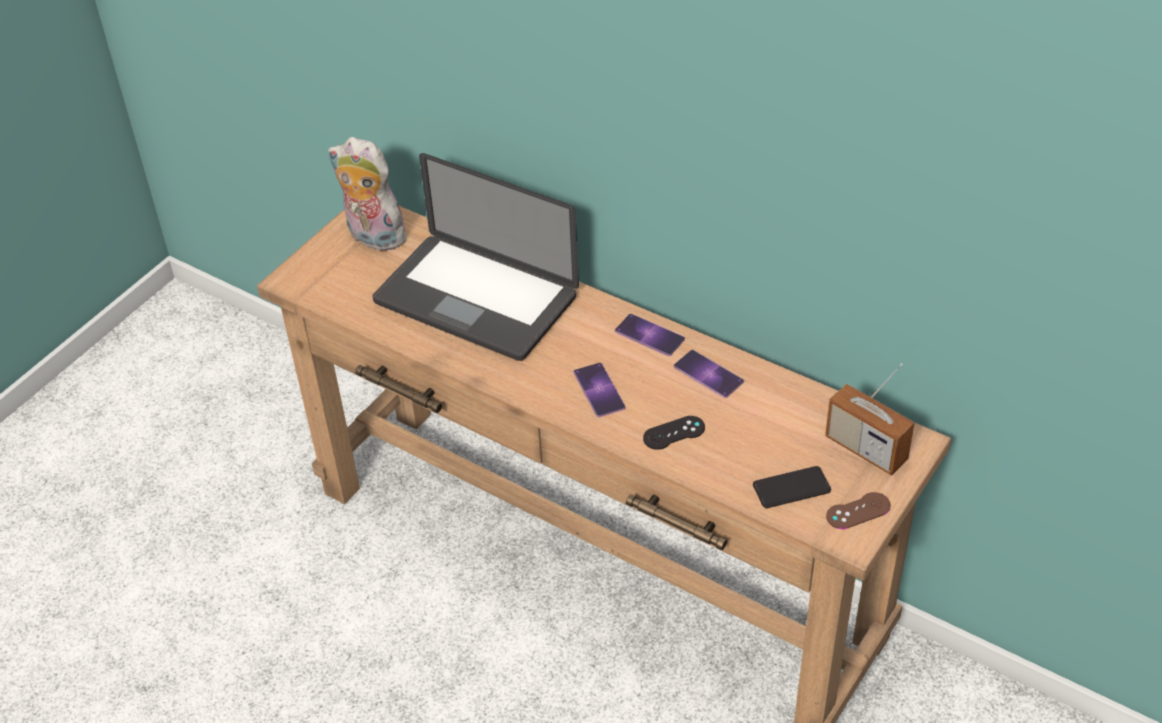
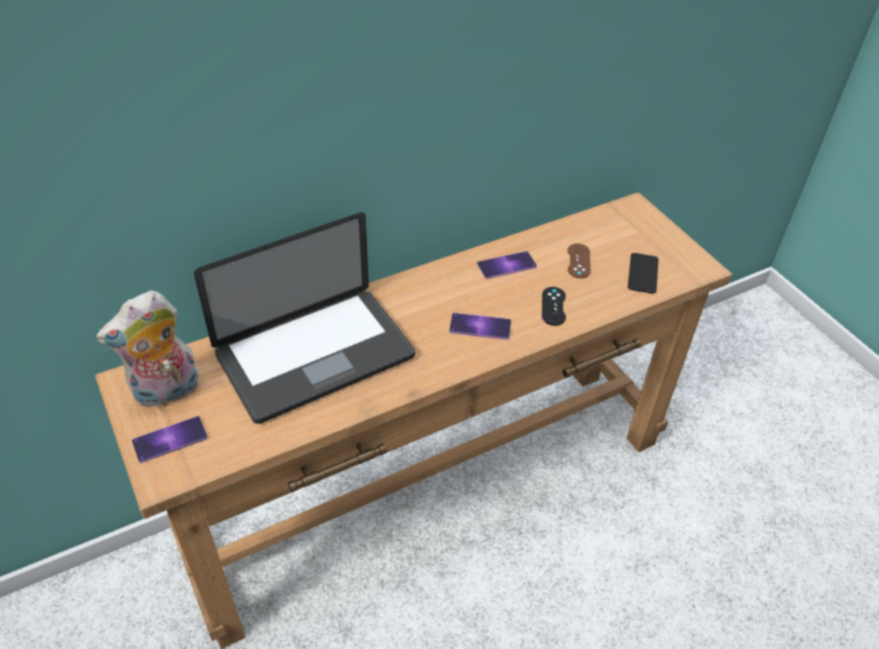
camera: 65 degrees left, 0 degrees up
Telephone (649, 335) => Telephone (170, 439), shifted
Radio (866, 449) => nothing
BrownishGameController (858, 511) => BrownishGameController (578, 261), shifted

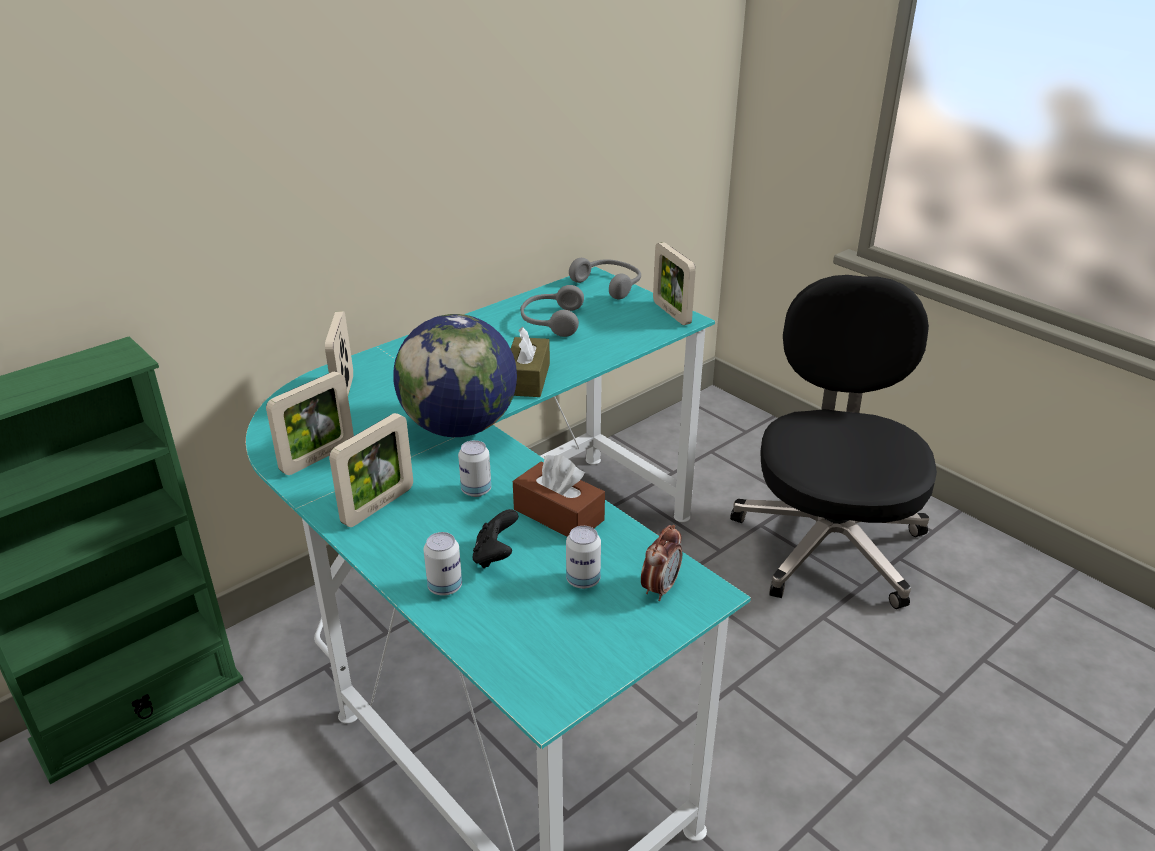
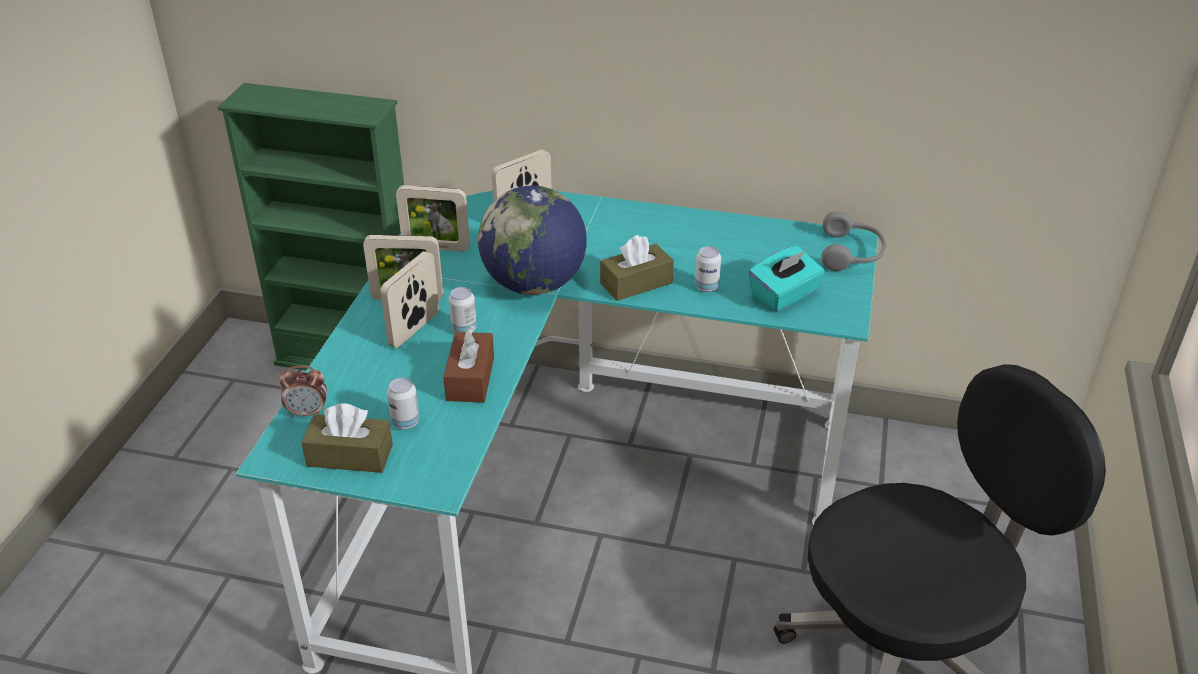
camera: 55 degrees right, 5 degrees up
MetalCan (445, 587) => MetalCan (706, 287), shifted
BlackishGameController (495, 556) => nothing
GreyishPairOfHeadphones (551, 321) => nothing
BedsideClock (660, 588) => BedsideClock (308, 412), shifted
PhotoFrame (671, 313) => PhotoFrame (414, 329), shifted
nothing => BrownishTissueHolder (350, 455)
nothing => TurquoiseTissueHolder (784, 296)

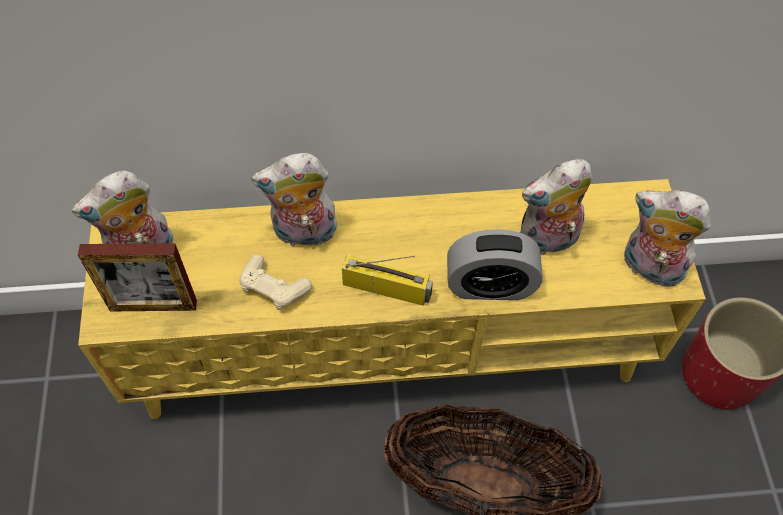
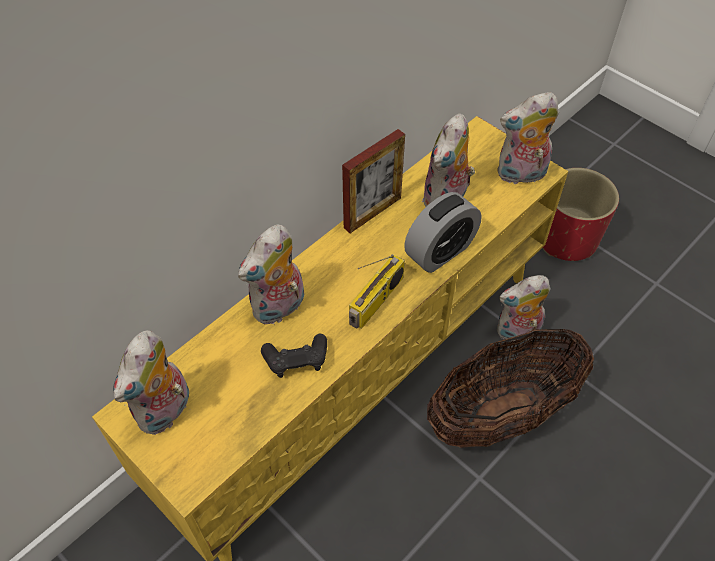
camera: 40 degrees left, 5 degrees down
PhotoFrame (153, 305) => PhotoFrame (372, 213), shifted
BeigeGameController (273, 288) => BlackishGameController (296, 360)
Radio (387, 288) => Radio (376, 301), 150 degrees clockwise
nothing => CuddlyToy (517, 332)

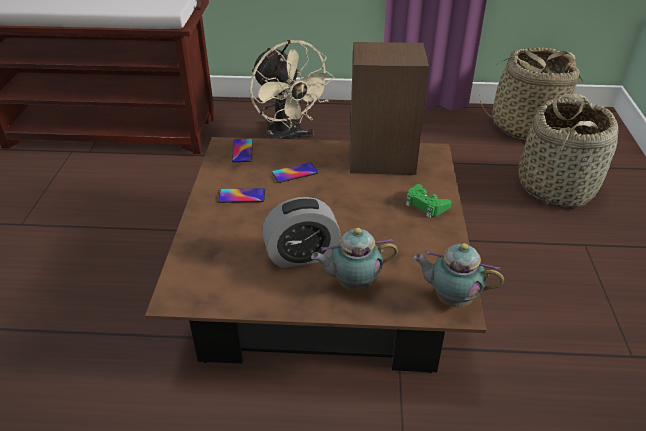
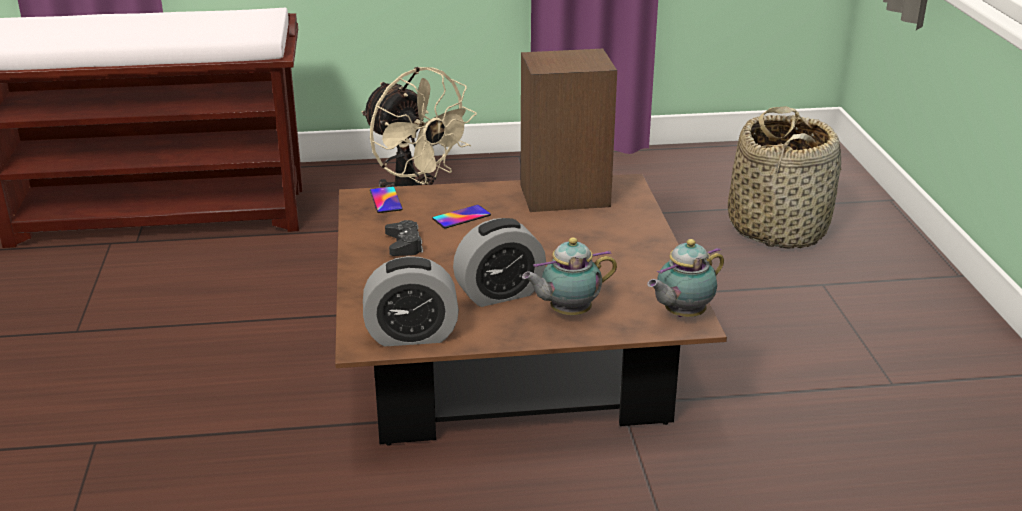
camera: 10 degrees left, 10 degrees down
Telephone (242, 196) => BlackishGameController (404, 245)
GreenishGameController (425, 205) => nothing
Teapot (450, 298) => Teapot (682, 315), 45 degrees counterclockwise
HouseholdBasket (524, 126) => nothing
nothing => BedsideClock (411, 335)

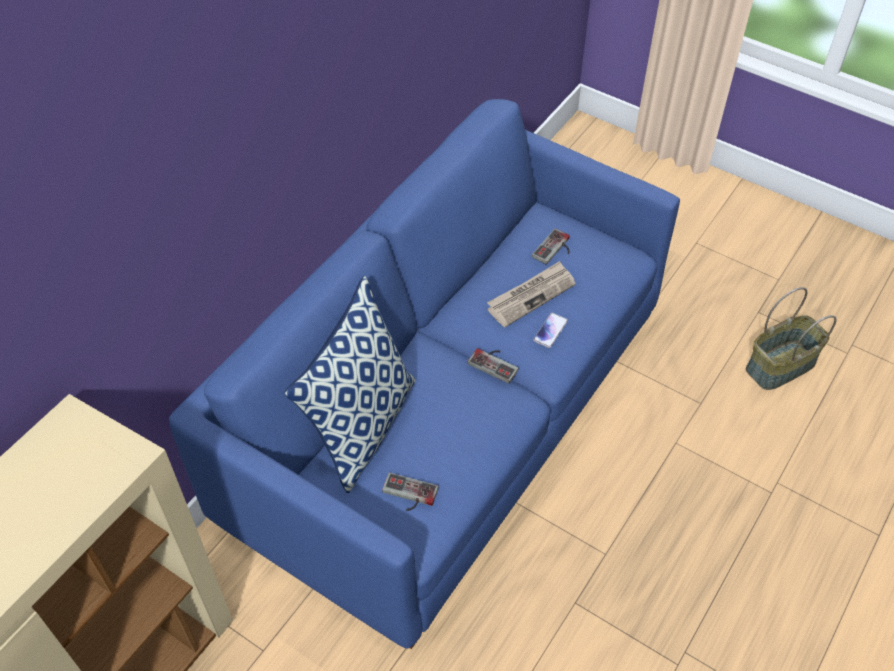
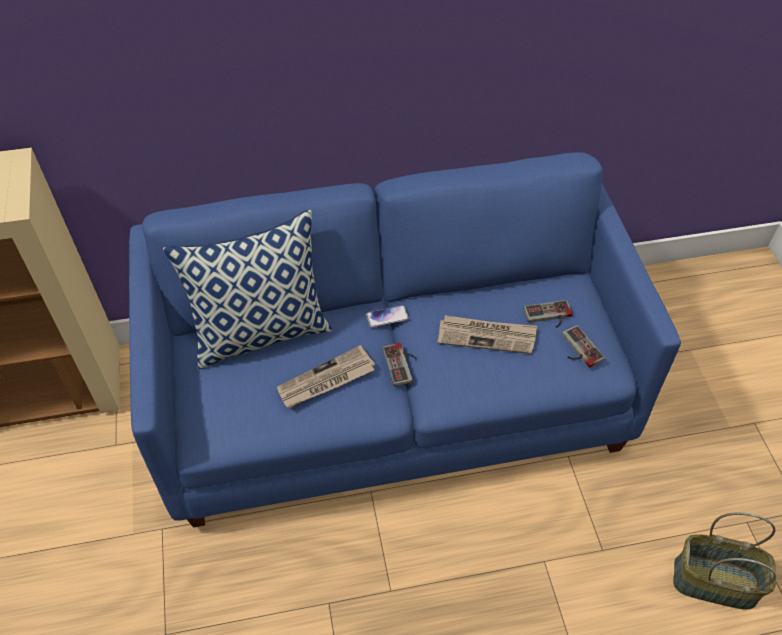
camera: 45 degrees right, 0 degrees up
GameController (408, 495) => GameController (577, 349), shifted
Telephone (550, 331) => Telephone (387, 317), shifted
nothing => DailyPaper (326, 380)

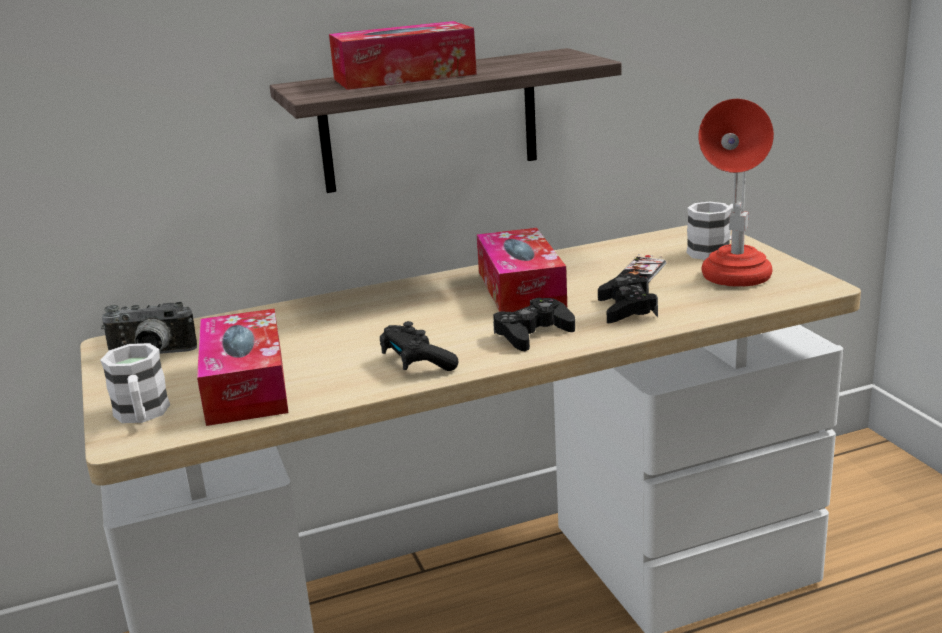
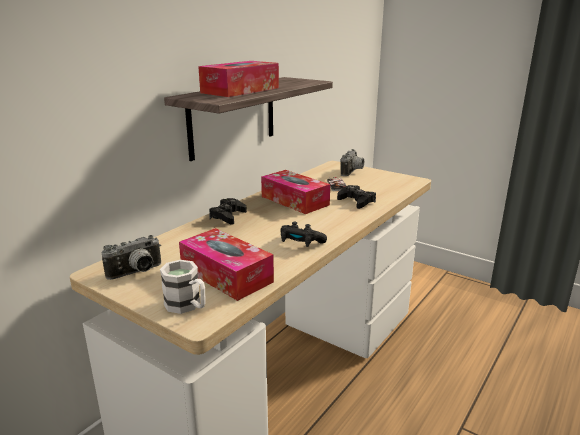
camera: 35 degrees left, 0 degrees up
BlackishGameController (532, 333) => BlackishGameController (228, 216), shifted
WhiteColouredTeaMug (715, 250) => StillCamera (353, 172)
RedTableLamp (734, 283) => nothing

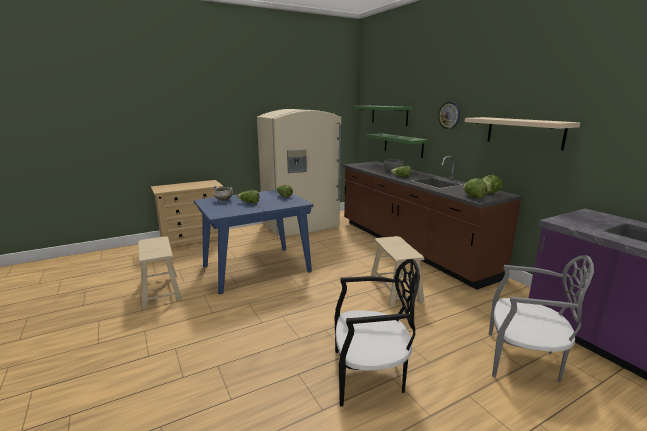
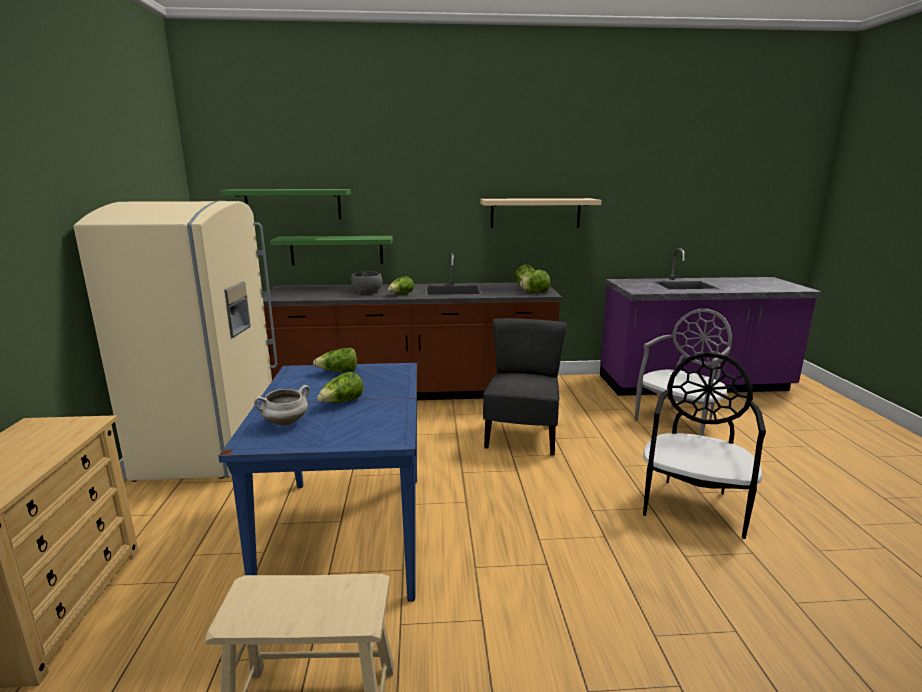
camera: 65 degrees left, 0 degrees up
BeigeSittingStool (395, 290) => GreyishChair (522, 436)
ClockOnTheWall (449, 115) => nothing

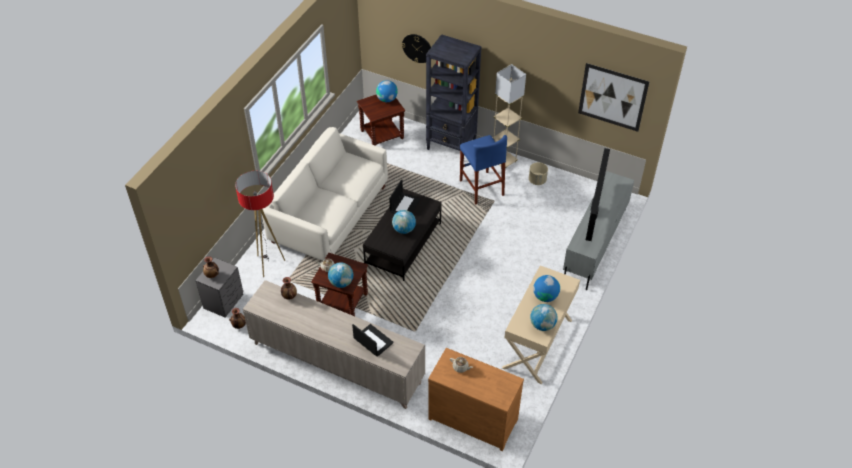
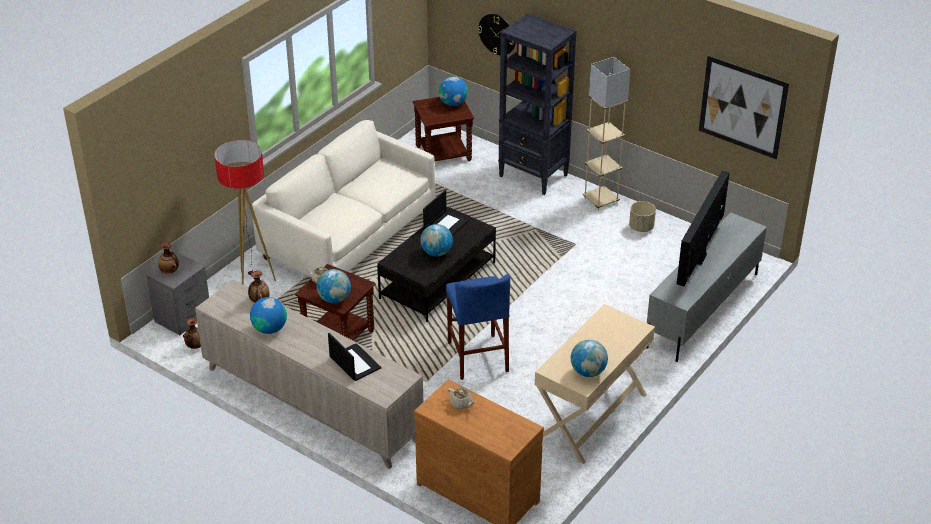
camera: 10 degrees right, 10 degrees down
BlueColouredSittingStool (481, 187) => BlueColouredSittingStool (477, 356), shifted
WorldGlobe (545, 296) => WorldGlobe (269, 328), shifted

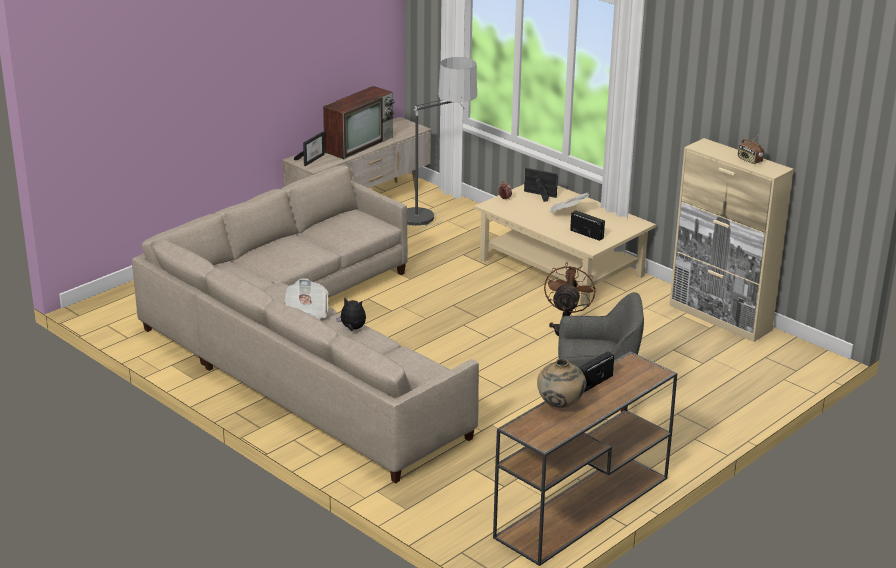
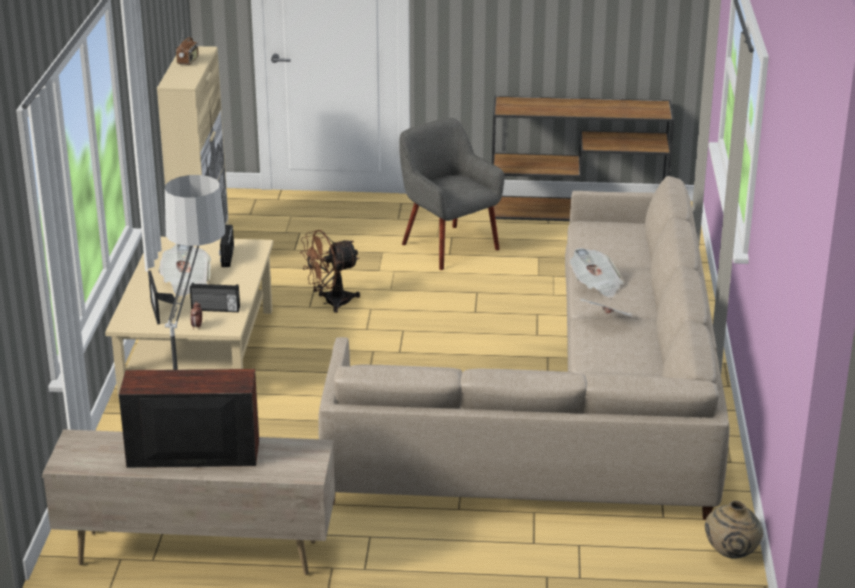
camera: 130 degrees left, 0 degrees up
PhotoFrame (311, 159) => nothing
CuddlyToy (352, 329) => DailyPaper (596, 285)
BeigeVase (560, 406) => BeigeVase (730, 554), shifted
Radio (594, 382) => Radio (215, 309), shifted

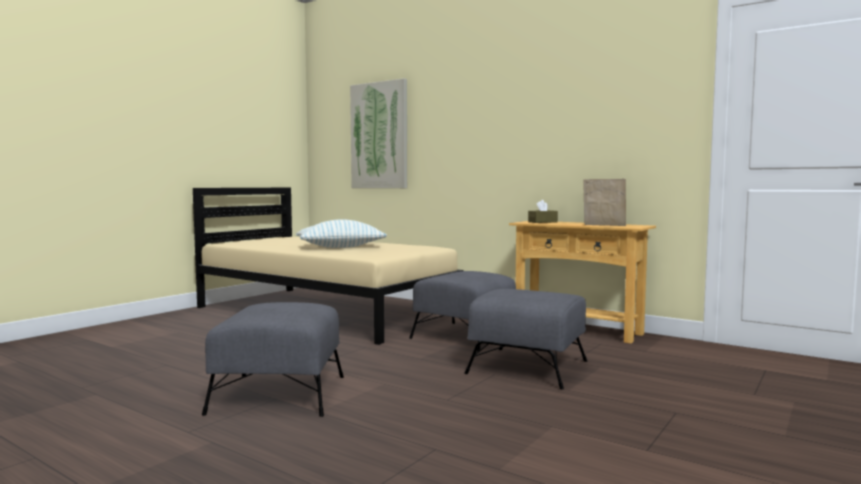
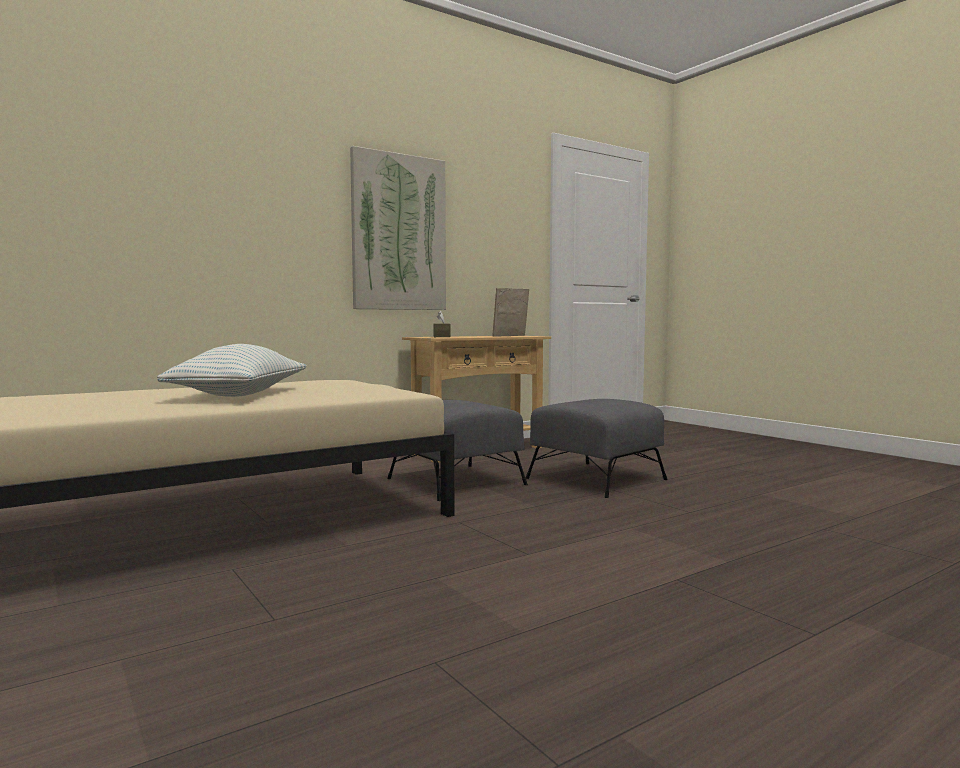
camera: 70 degrees left, 0 degrees up
GreyishOttoman (280, 394) => nothing
WallArt (379, 135) => WallArt (399, 233), shifted

